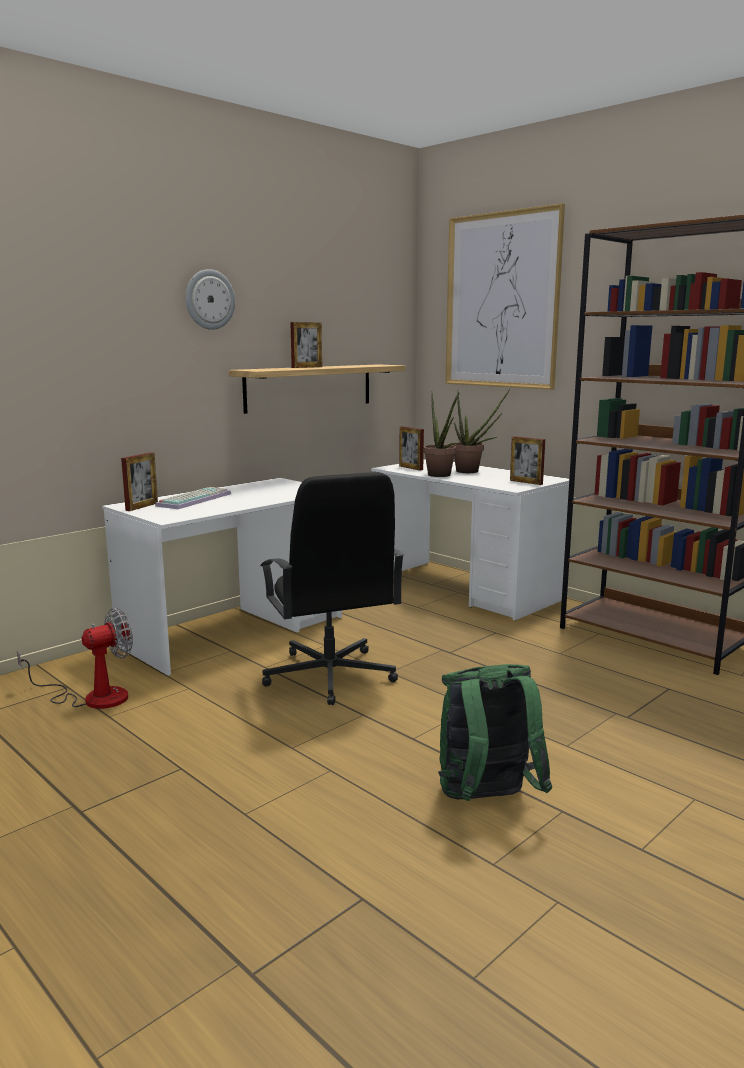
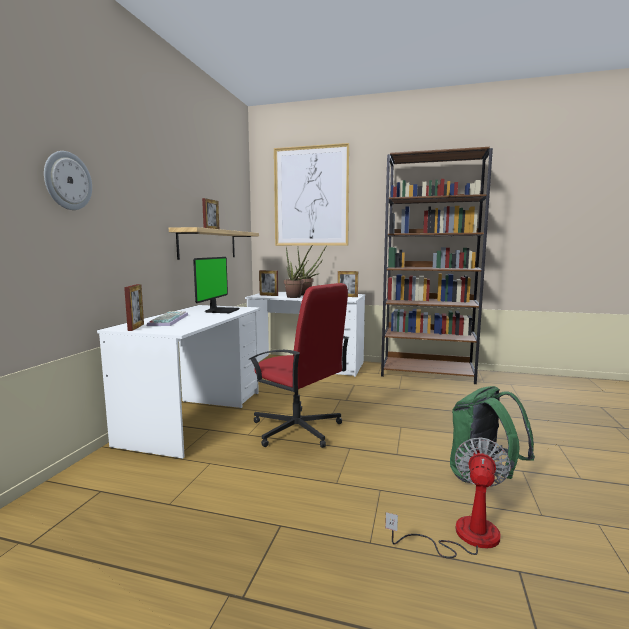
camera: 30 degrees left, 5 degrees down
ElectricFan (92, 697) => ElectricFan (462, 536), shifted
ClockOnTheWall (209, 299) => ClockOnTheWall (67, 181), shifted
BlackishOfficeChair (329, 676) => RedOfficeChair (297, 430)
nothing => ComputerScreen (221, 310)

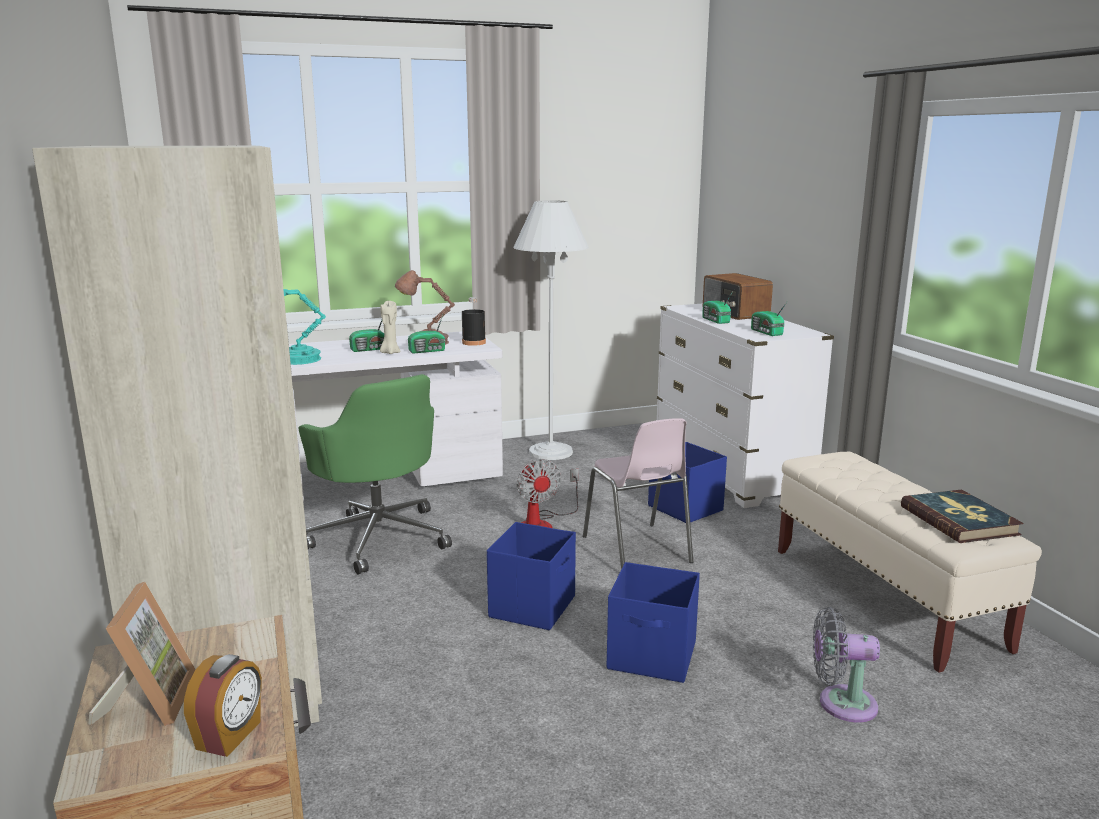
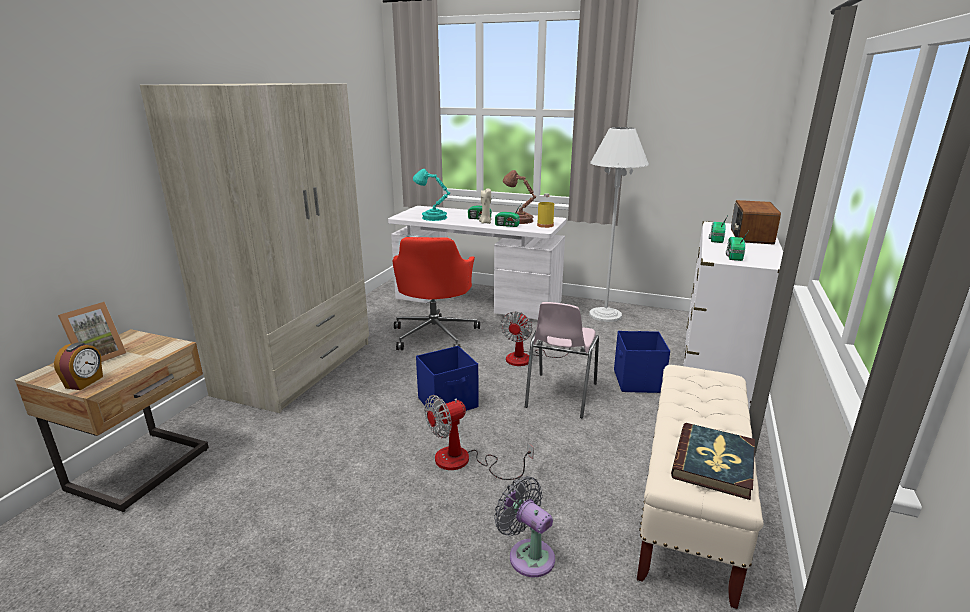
camera: 40 degrees right, 5 degrees up
BedsideClock (230, 735) => BedsideClock (85, 382), 45 degrees counterclockwise
GreenishOfficeChair (379, 537) => RedOfficeChair (435, 334)
BlackishBottle (474, 342) => YellowBottle (545, 225)
BlueColouredStorageBox (653, 656) => ElectricFan (464, 462)

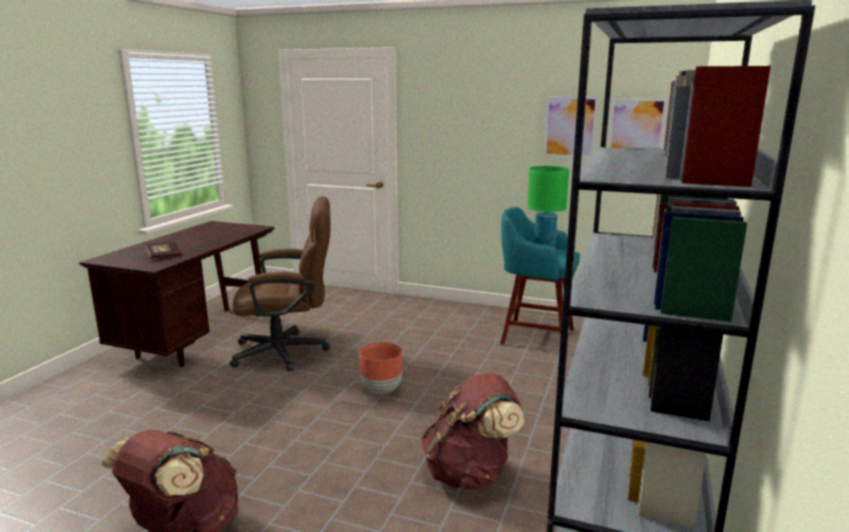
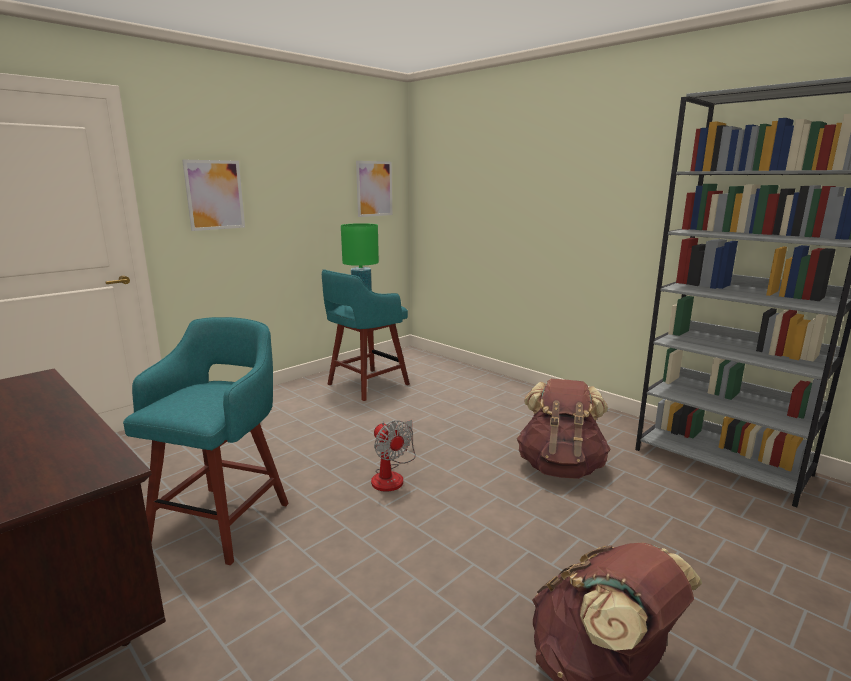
camera: 65 degrees left, 0 degrees up
Volume (164, 256) => nothing
BrownishOfficeChair (289, 352) => TurquoiseSittingStool (223, 520)
BrownishPlantPot (382, 390) => ElectricFan (392, 475)
WallArt (570, 127) => WallArt (214, 195), shifted

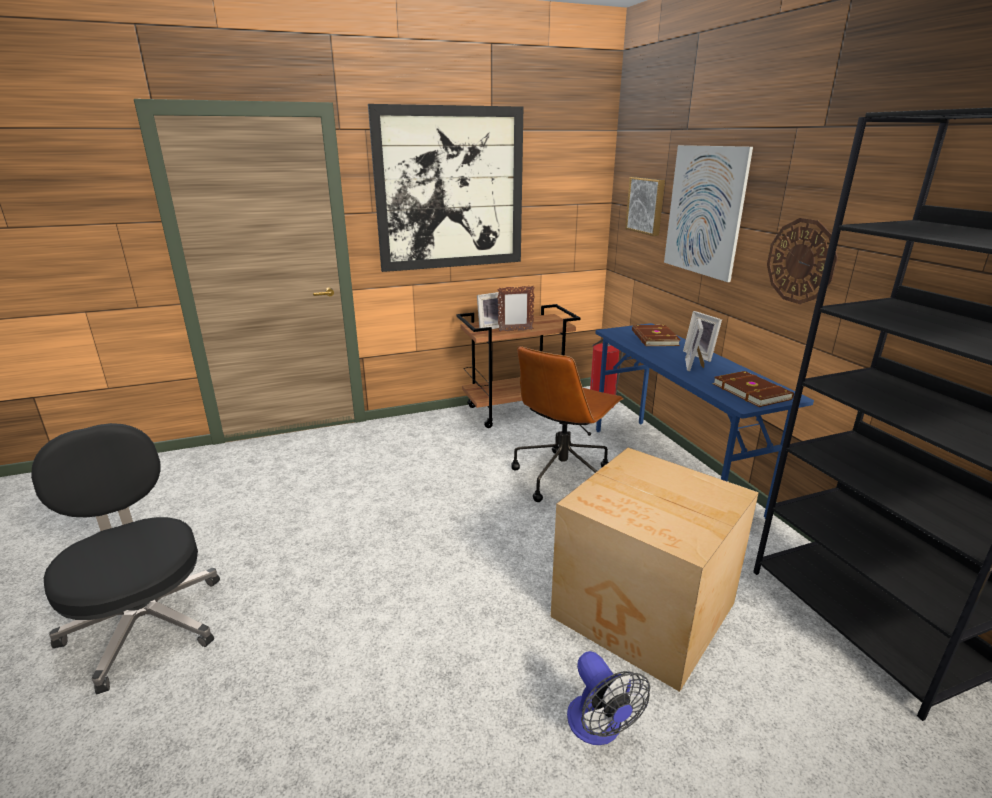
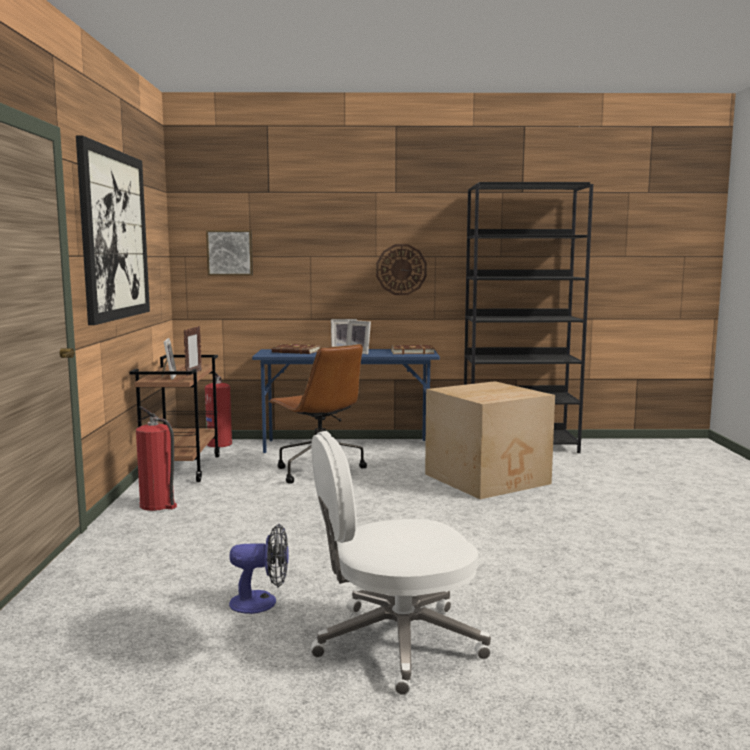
camera: 70 degrees left, 15 degrees down
BlackishOfficeChair (146, 623) => WhiteColouredOfficeChair (395, 643)
ElectricFan (599, 728) => ElectricFan (262, 602), shifted
WallArt (704, 211) => nothing
nothing => FireFightingCylinder (158, 505)

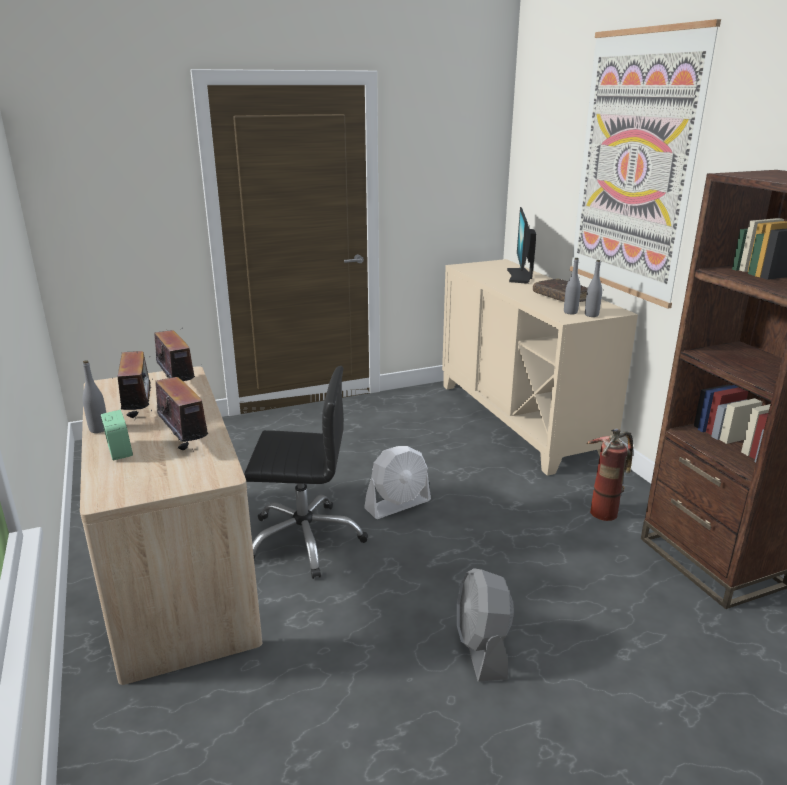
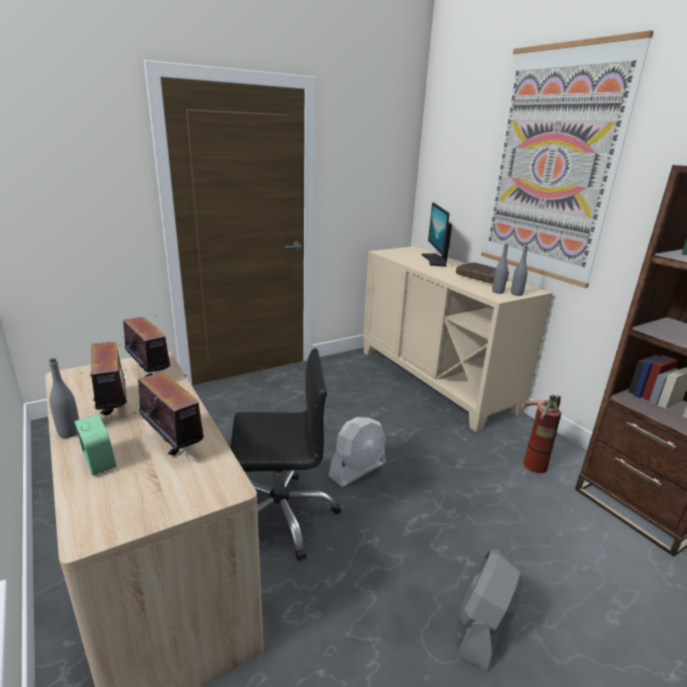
camera: 10 degrees left, 0 degrees up
GreyishElectricFan (482, 648) => GreyishElectricFan (484, 627), 45 degrees clockwise

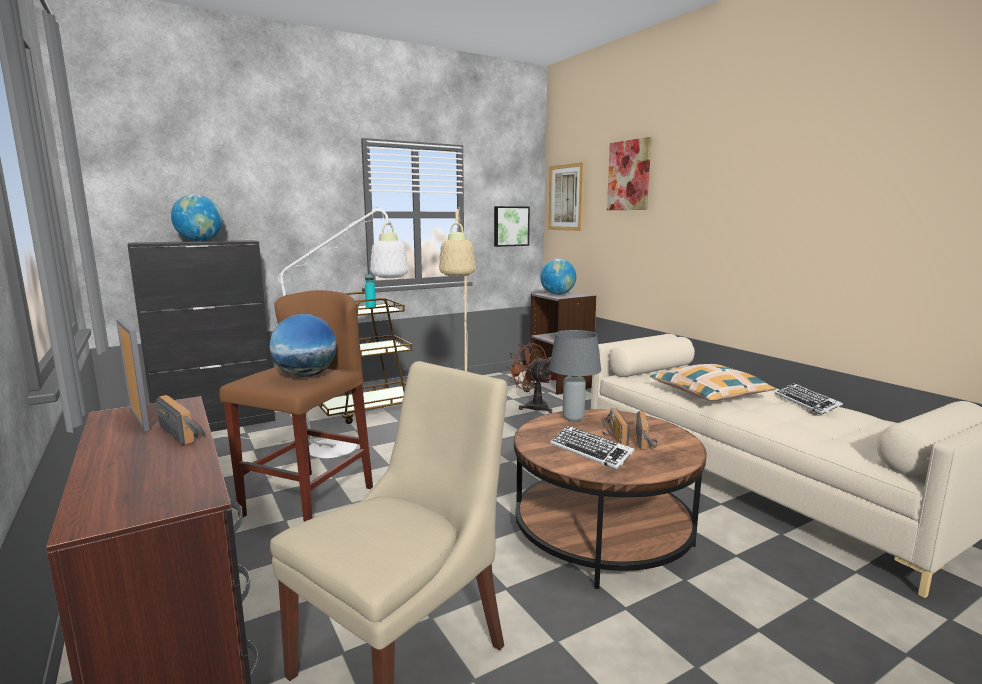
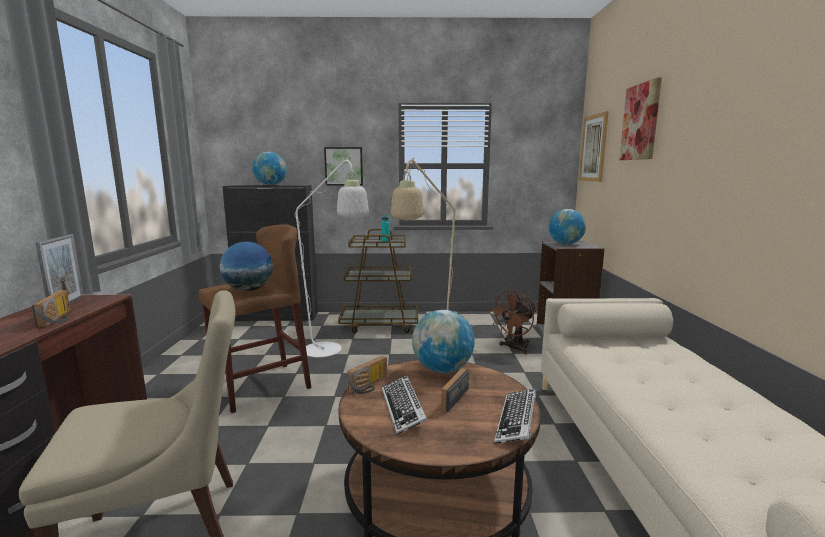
camera: 30 degrees right, 0 degrees up
WallArt (510, 226) => WallArt (344, 166), shifted
BrownishElectricFan (532, 406) => BrownishElectricFan (514, 348), 120 degrees counterclockwise
GreyishTableLamp (573, 418) => WorldGlobe (442, 369)
Radio (646, 441) => Radio (370, 386), shifted
Cushion (709, 393) => nothing
Keyboard (807, 403) => Keyboard (516, 421), shifted

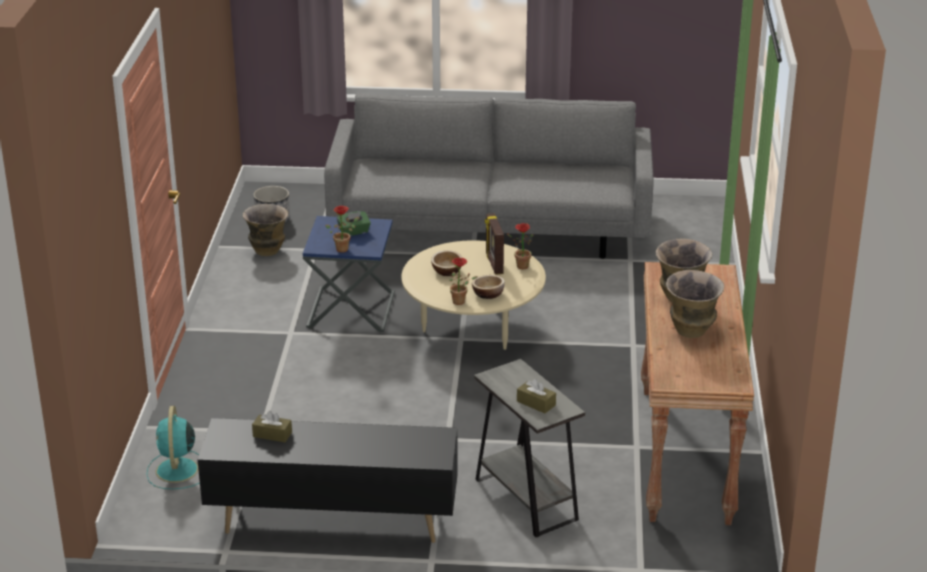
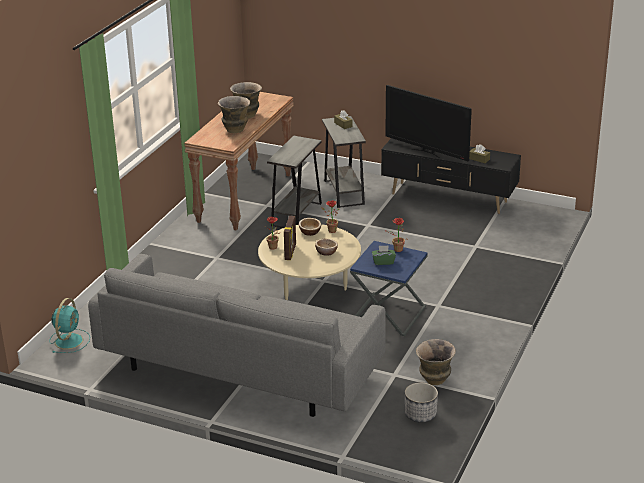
camera: 160 degrees left, 0 degrees up
TurquoiseElectricFan (177, 471) => TurquoiseElectricFan (69, 340), shifted
nothing => GreyishEndTable (296, 214)
nothing => Tv (427, 152)

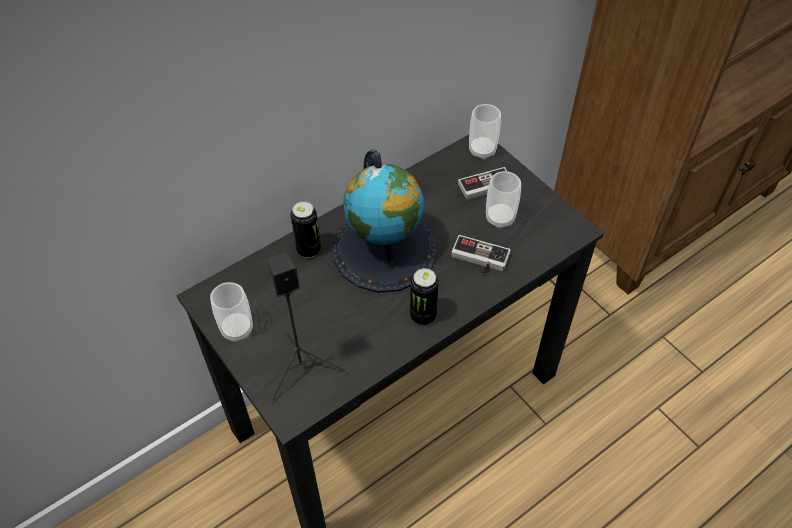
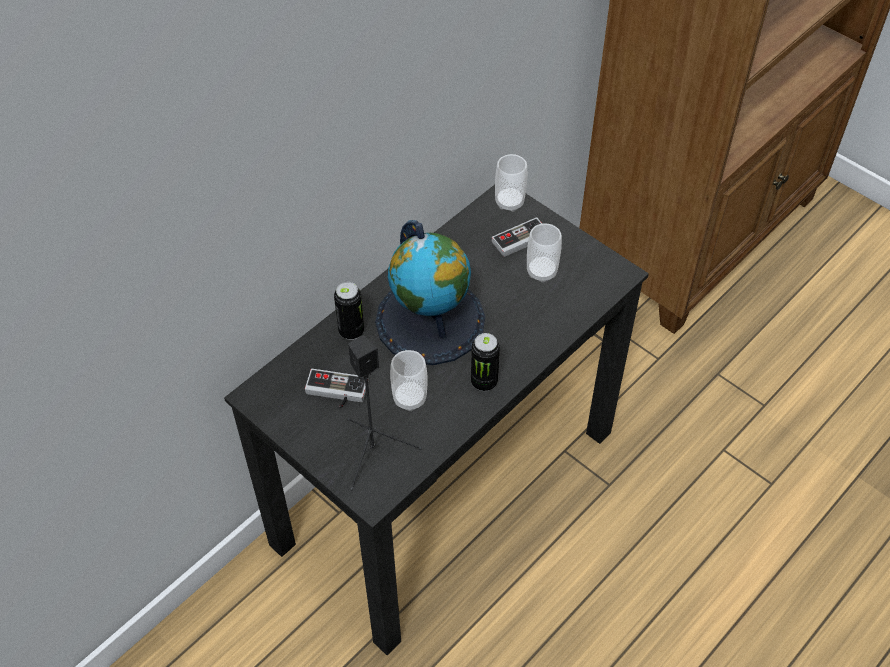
camera: 10 degrees left, 0 degrees up
DrinkingCup (237, 329) => DrinkingCup (409, 398), shifted
GameController (478, 259) => GameController (335, 393), shifted

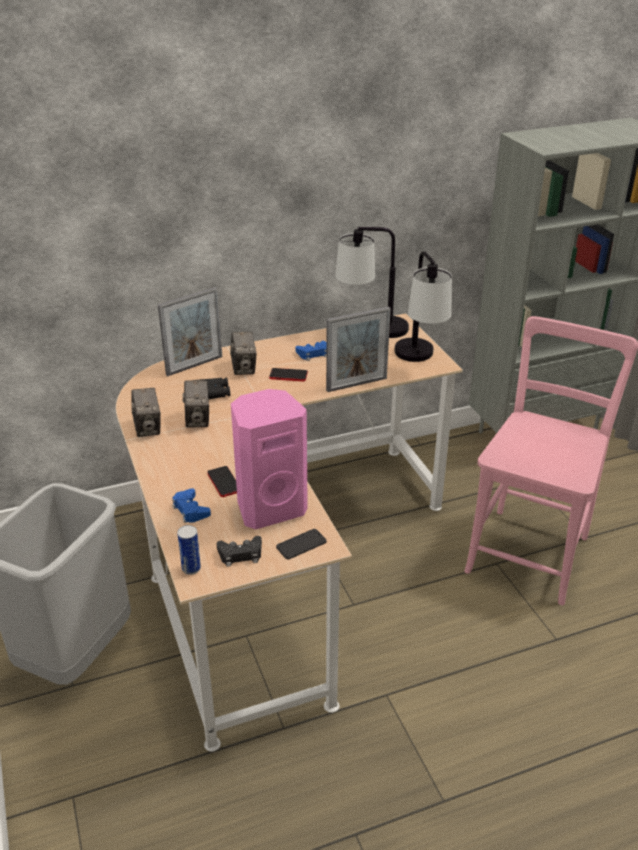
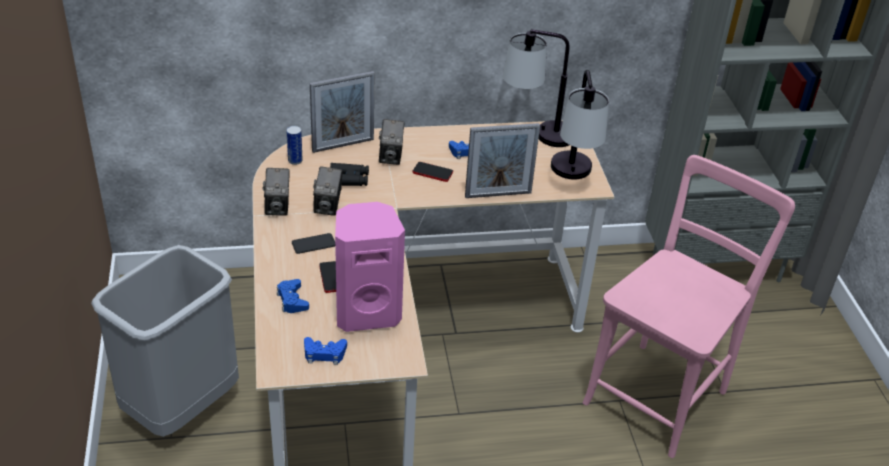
camera: 10 degrees right, 5 degrees up
MetalCan (191, 568) => MetalCan (295, 160), shifted
BlackishGameController (240, 554) => BlueColouredGameController (324, 354)
Telephone (301, 544) => Telephone (313, 244), shifted

